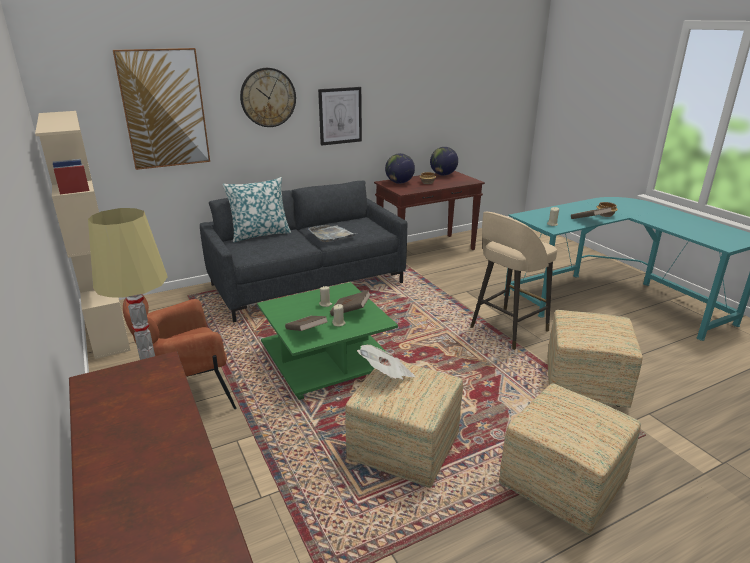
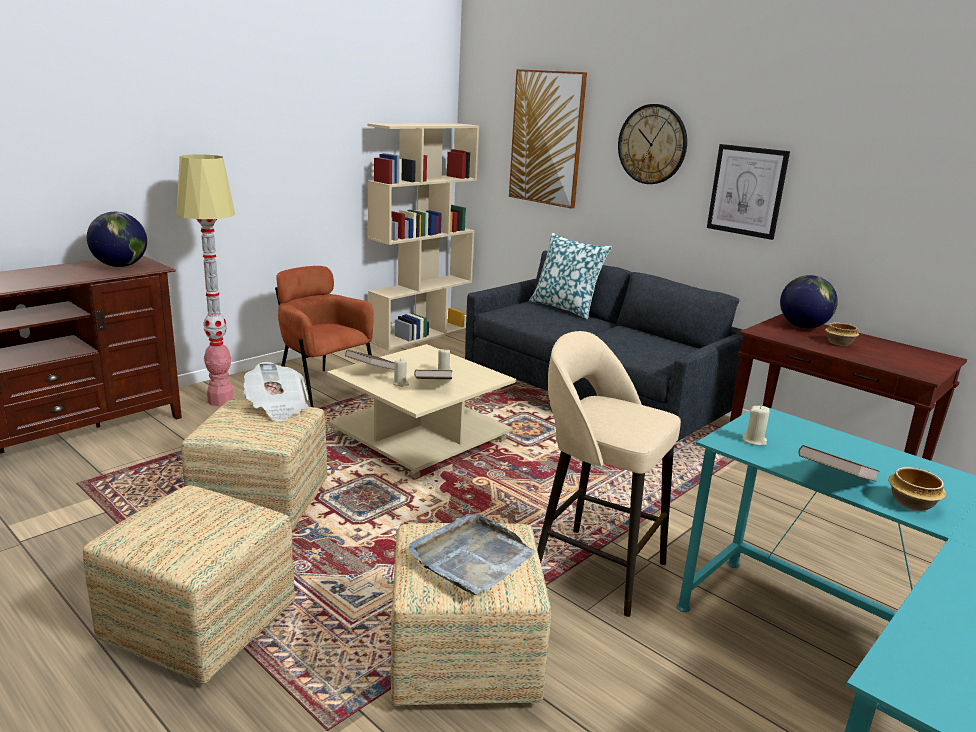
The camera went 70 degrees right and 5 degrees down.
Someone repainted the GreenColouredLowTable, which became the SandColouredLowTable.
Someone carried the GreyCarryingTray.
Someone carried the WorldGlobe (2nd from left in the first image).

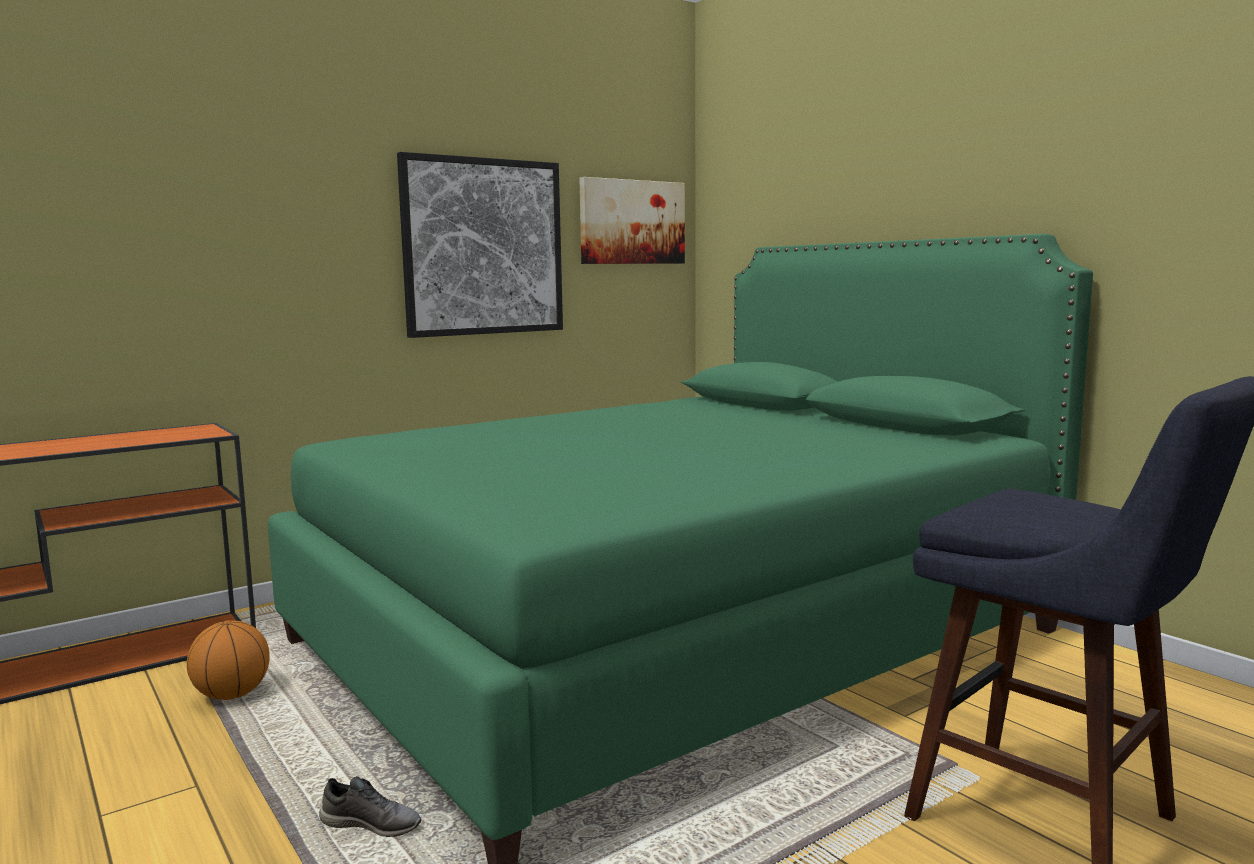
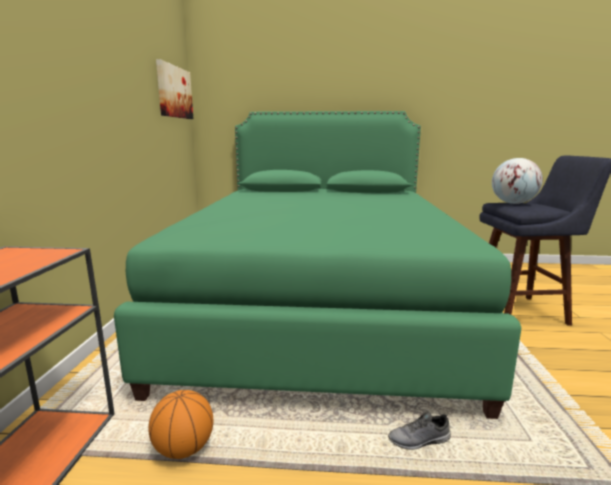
The camera went 50 degrees left and 5 degrees up.
Someone rotated the GreyShoe by 150 degrees counterclockwise.
Someone took away the WallArt (1st from left).
Someone put down the WorldGlobe.

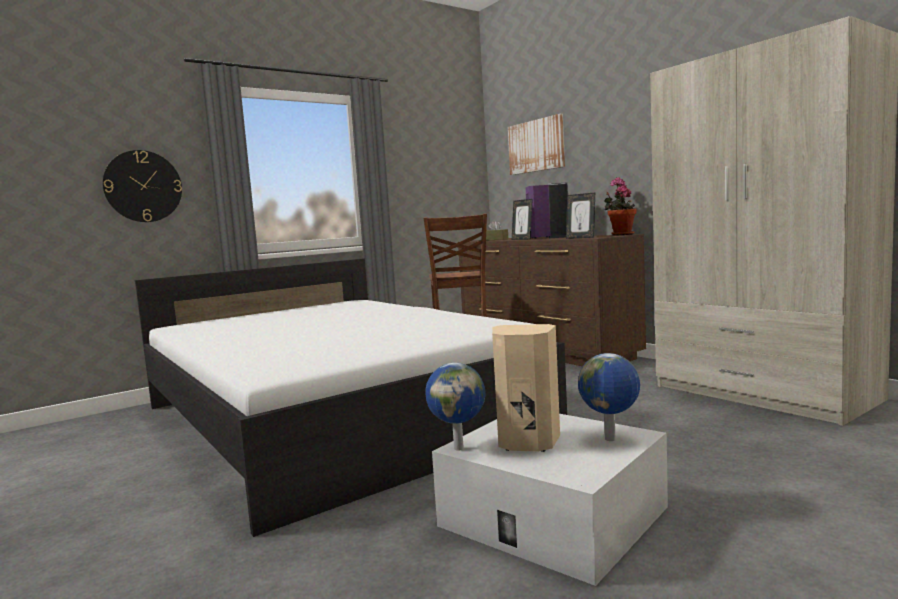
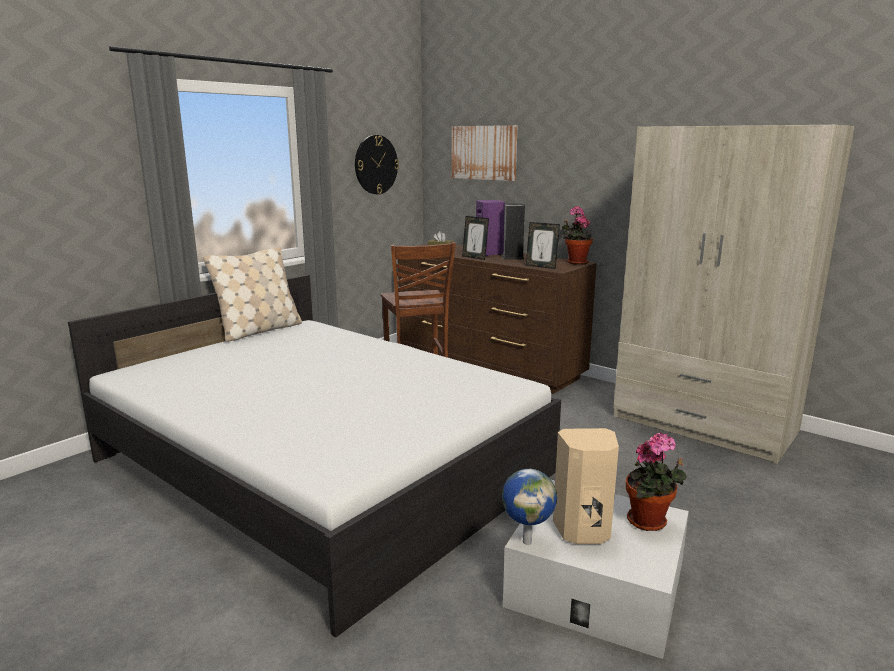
The camera went 15 degrees left and 10 degrees up.
Someone carried the ClockOnTheWall.
Someone swapped the WorldGlobe (2nd from left) for the Houseplant (2nd from left).
Someone put down the SandColouredCushion.

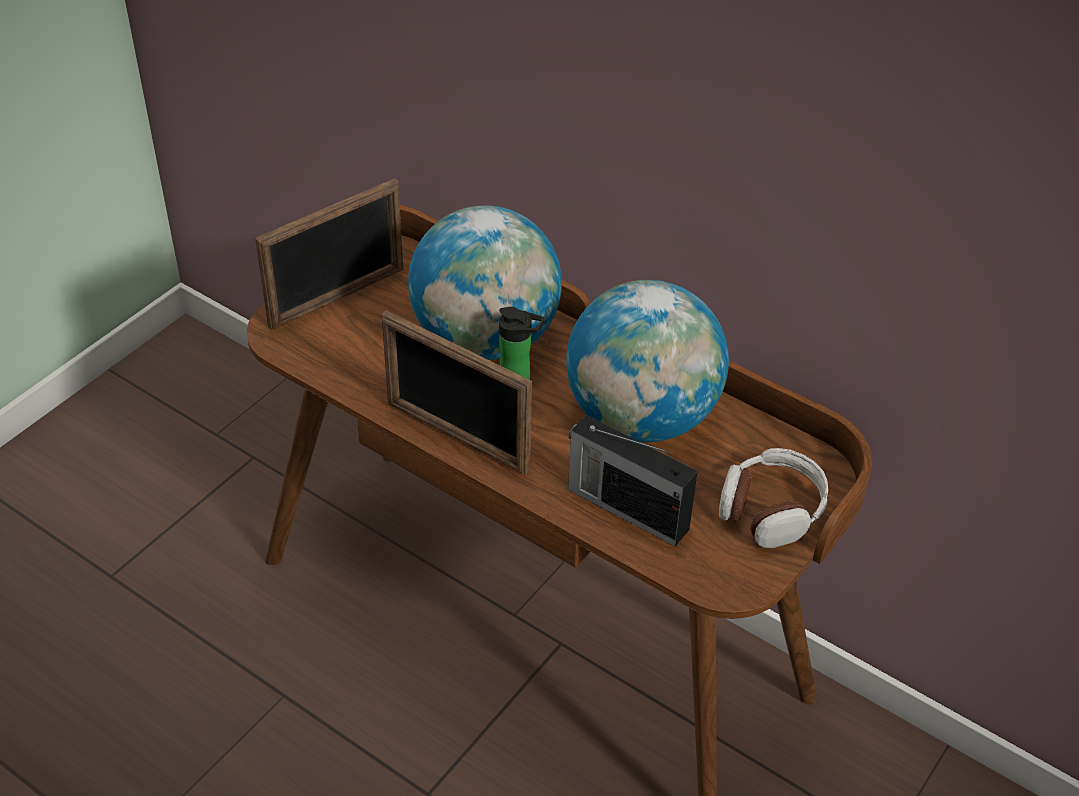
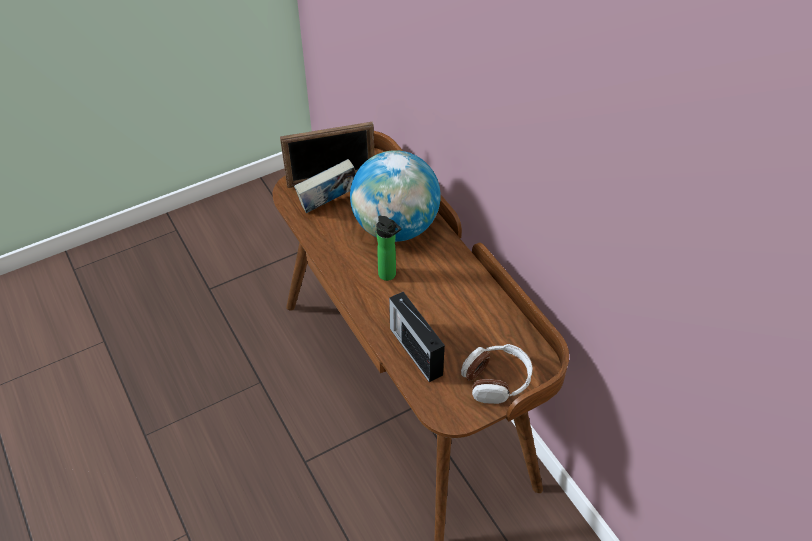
The camera went 25 degrees right and 5 degrees up.
Someone took away the PhotoFrame (2nd from left).
Someone took away the WorldGlobe (2nd from left).
Someone put down the BoundBook.

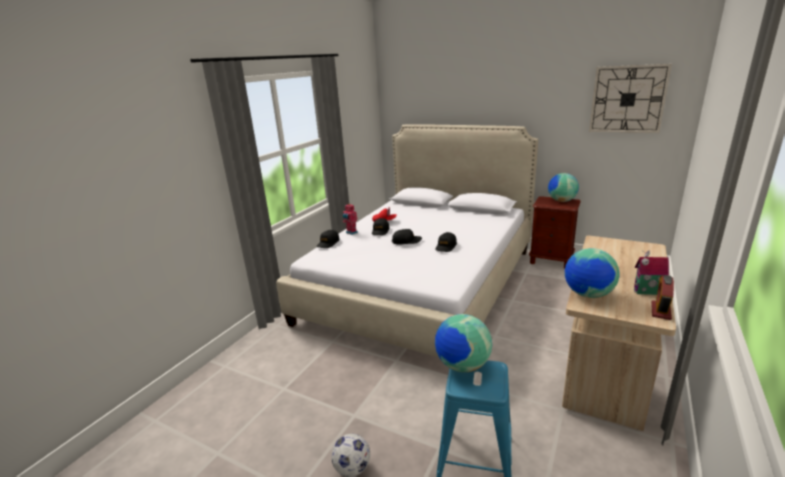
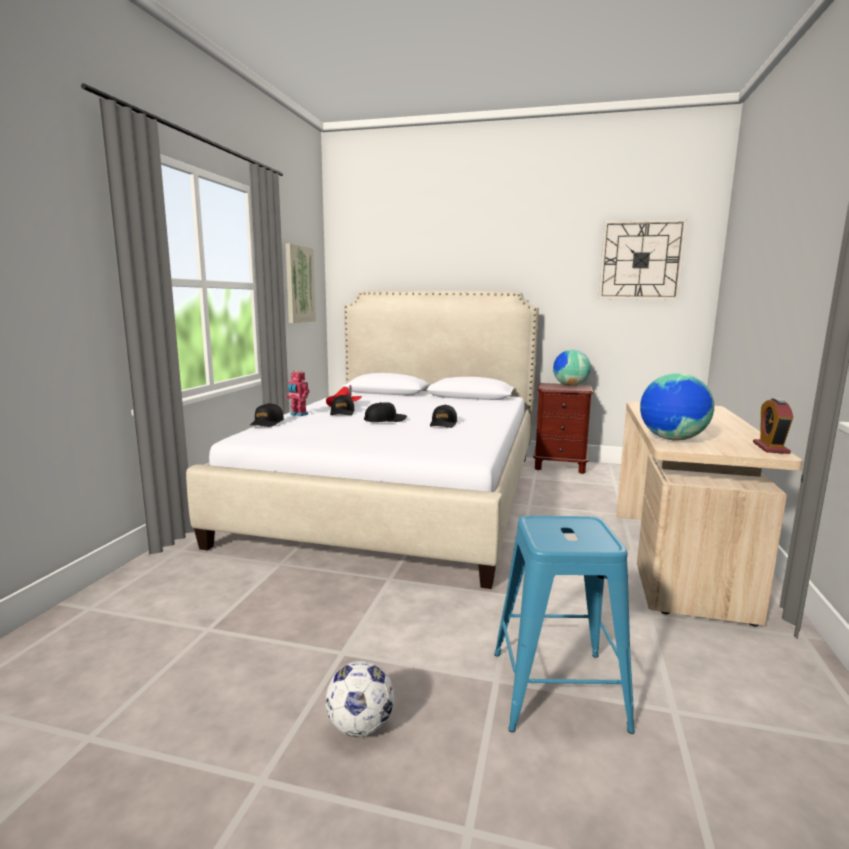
The camera went 15 degrees left and 10 degrees down.
Someone took away the WorldGlobe (1st from left).
Someone took away the ToyHouse.
Someone put up the WallArt.

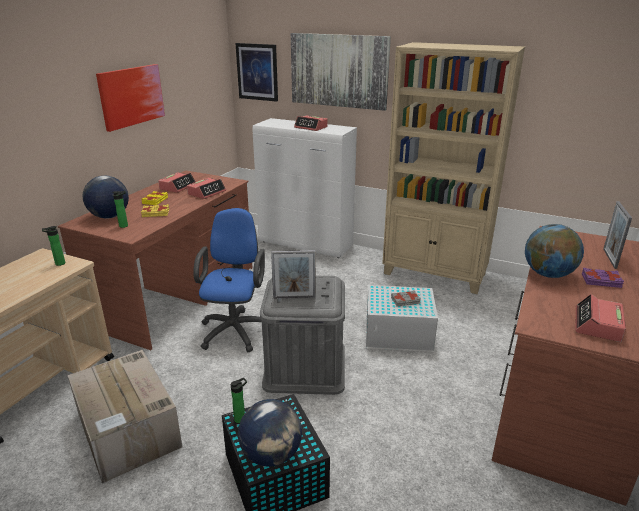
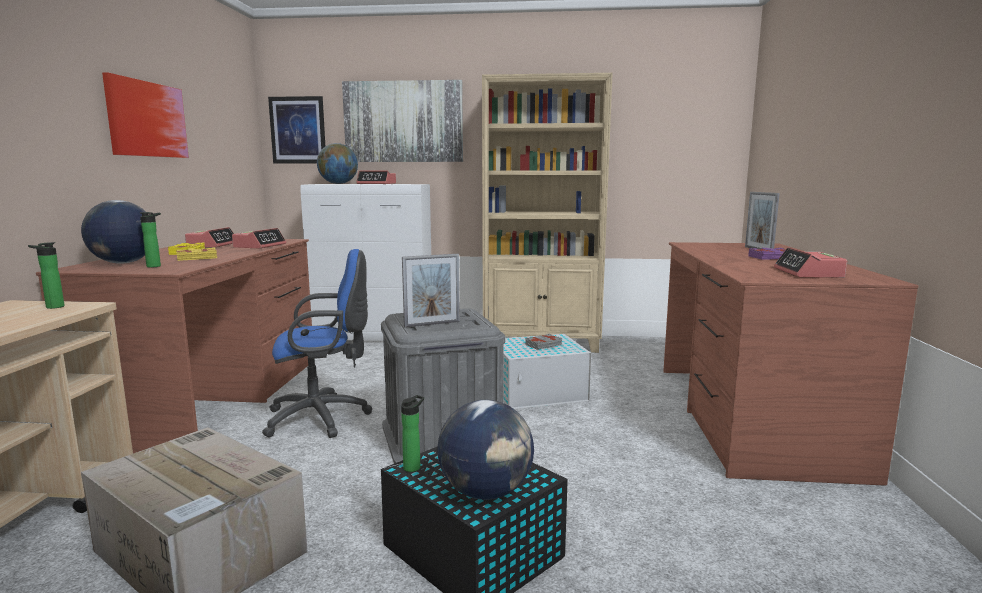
The camera went 20 degrees left and 15 degrees down.
Someone rotated the BlueColouredComputerChair by 90 degrees clockwise.
Someone carried the WorldGlobe (3rd from left in the first image).

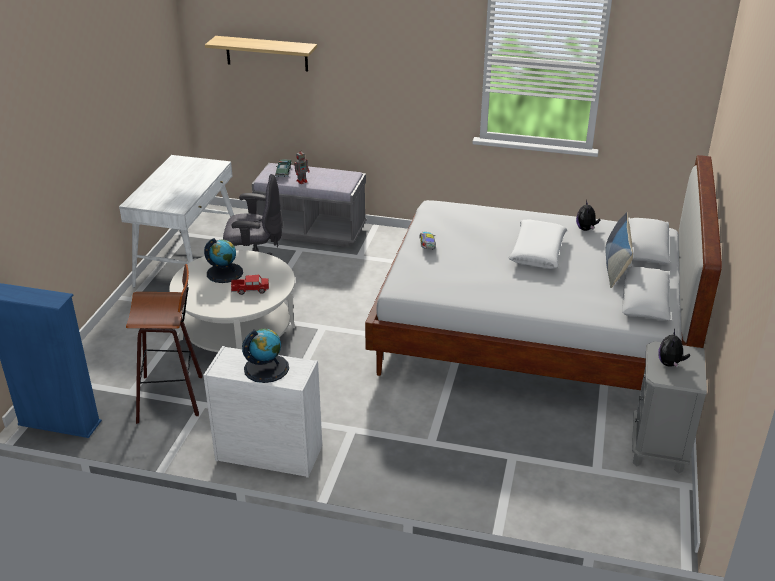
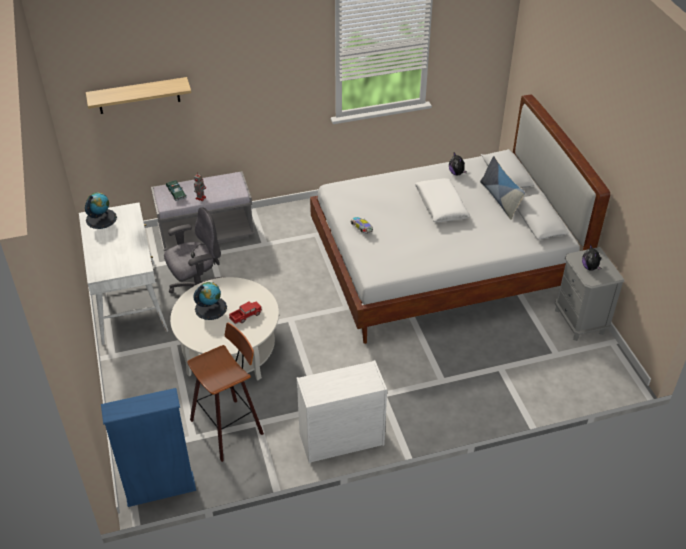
The camera went 30 degrees left and 10 degrees up.
Someone carried the WorldGlobe (2nd from left in the first image).

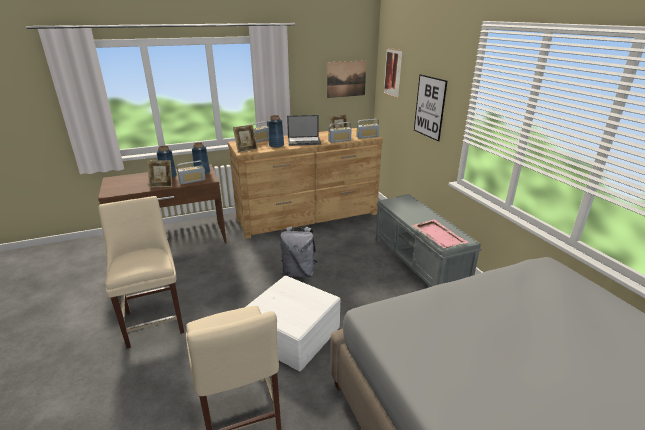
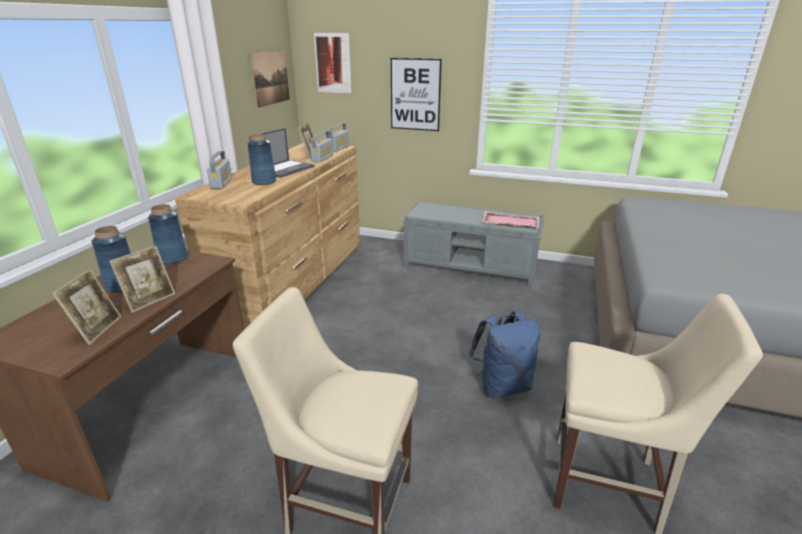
The camera went 50 degrees left and 0 degrees up.
Someone took away the RadioReceiver (1st from left).
Someone carried the PhotoFrame (2nd from left in the first image).
Someone swapped the WhiteColouredStorageBox for the BlueColouredKnapsack.
Someone took away the GreyKnapsack.

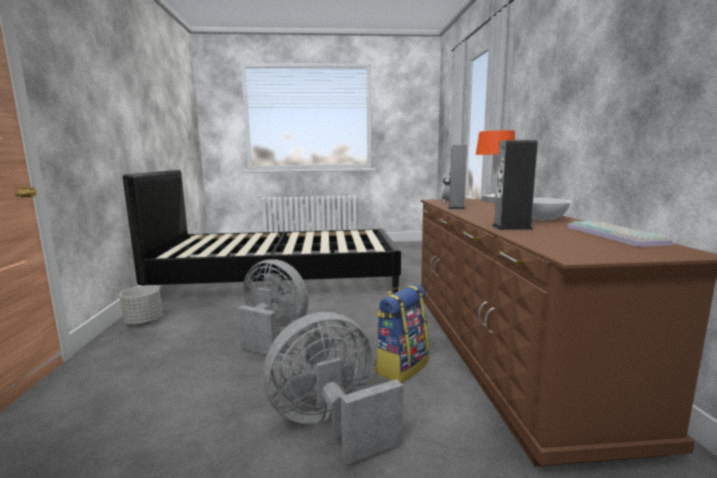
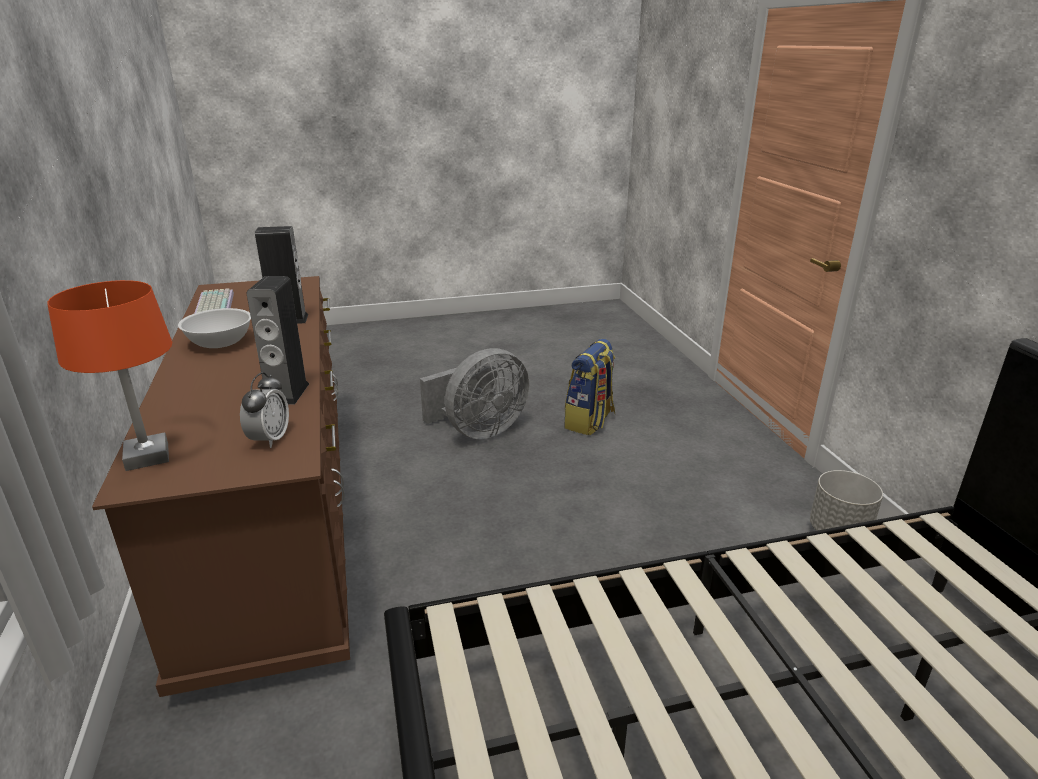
The camera went 170 degrees right and 15 degrees up.
Someone took away the GreyFan (1st from left).
Someone carried the Knapsack.

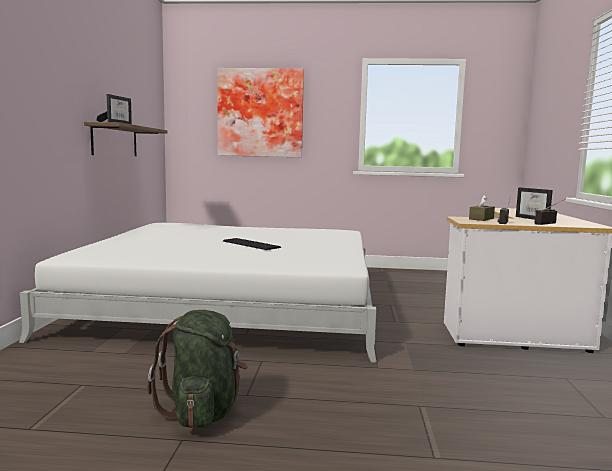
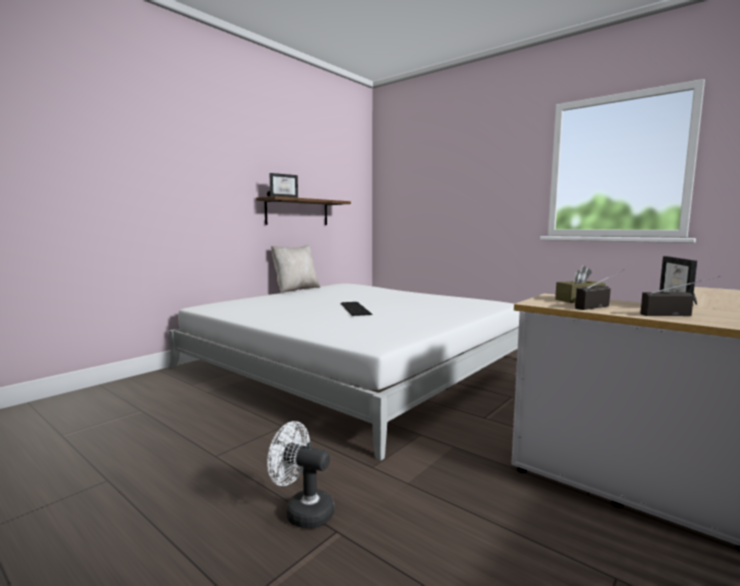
The camera went 35 degrees right and 0 degrees up.
Someone took away the GreenColouredKnapsack.
Someone took away the WallArt.
Someone put down the WhiteColouredFan.
Someone put down the SandColouredCushion.

